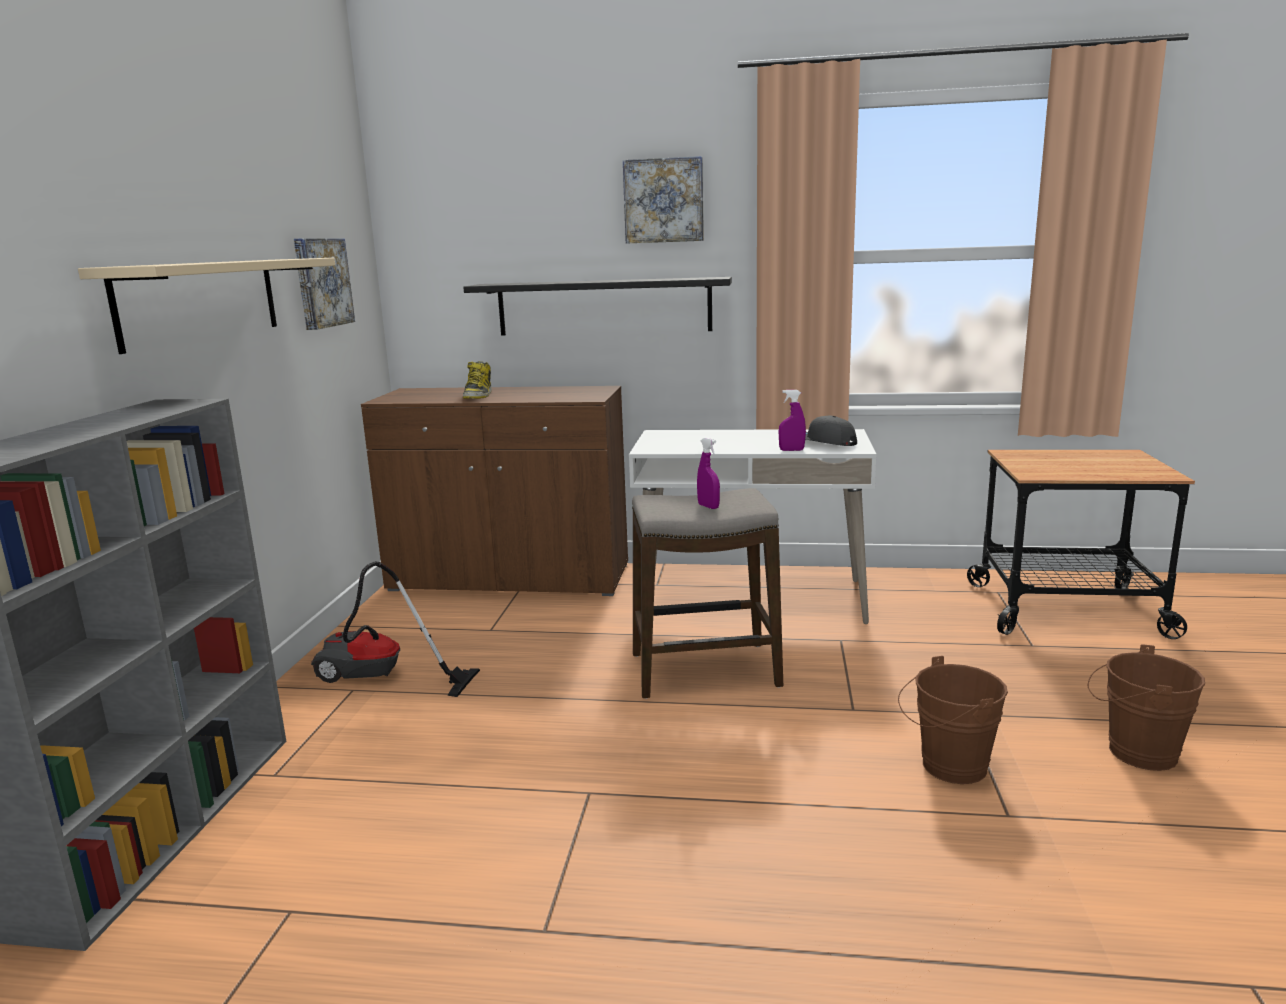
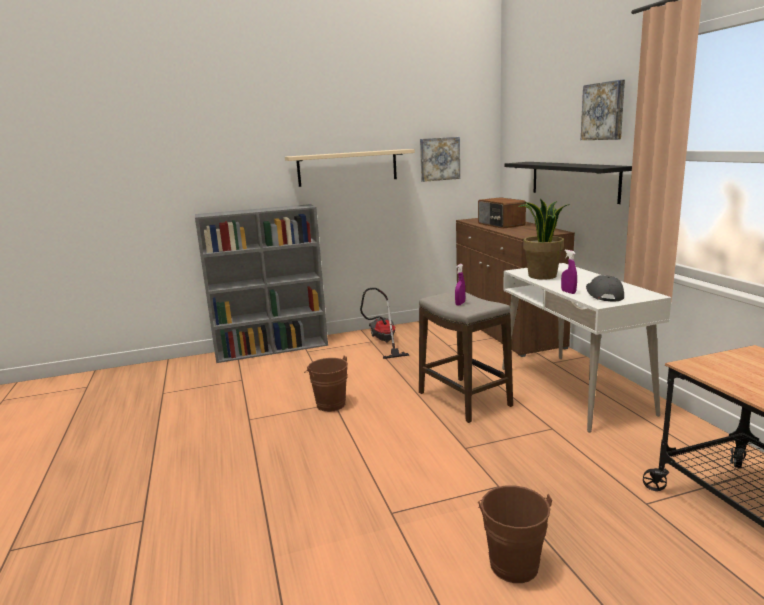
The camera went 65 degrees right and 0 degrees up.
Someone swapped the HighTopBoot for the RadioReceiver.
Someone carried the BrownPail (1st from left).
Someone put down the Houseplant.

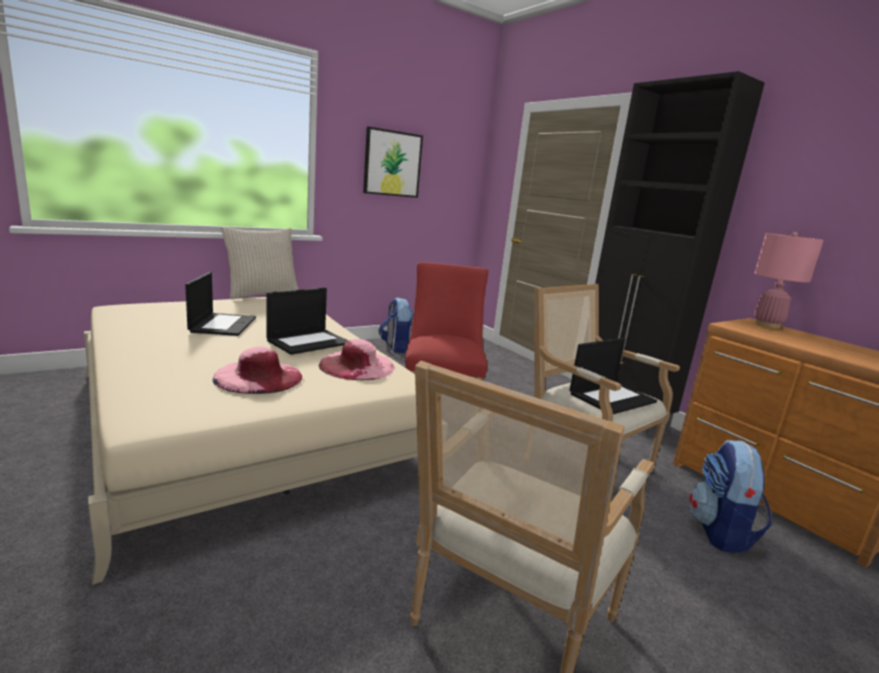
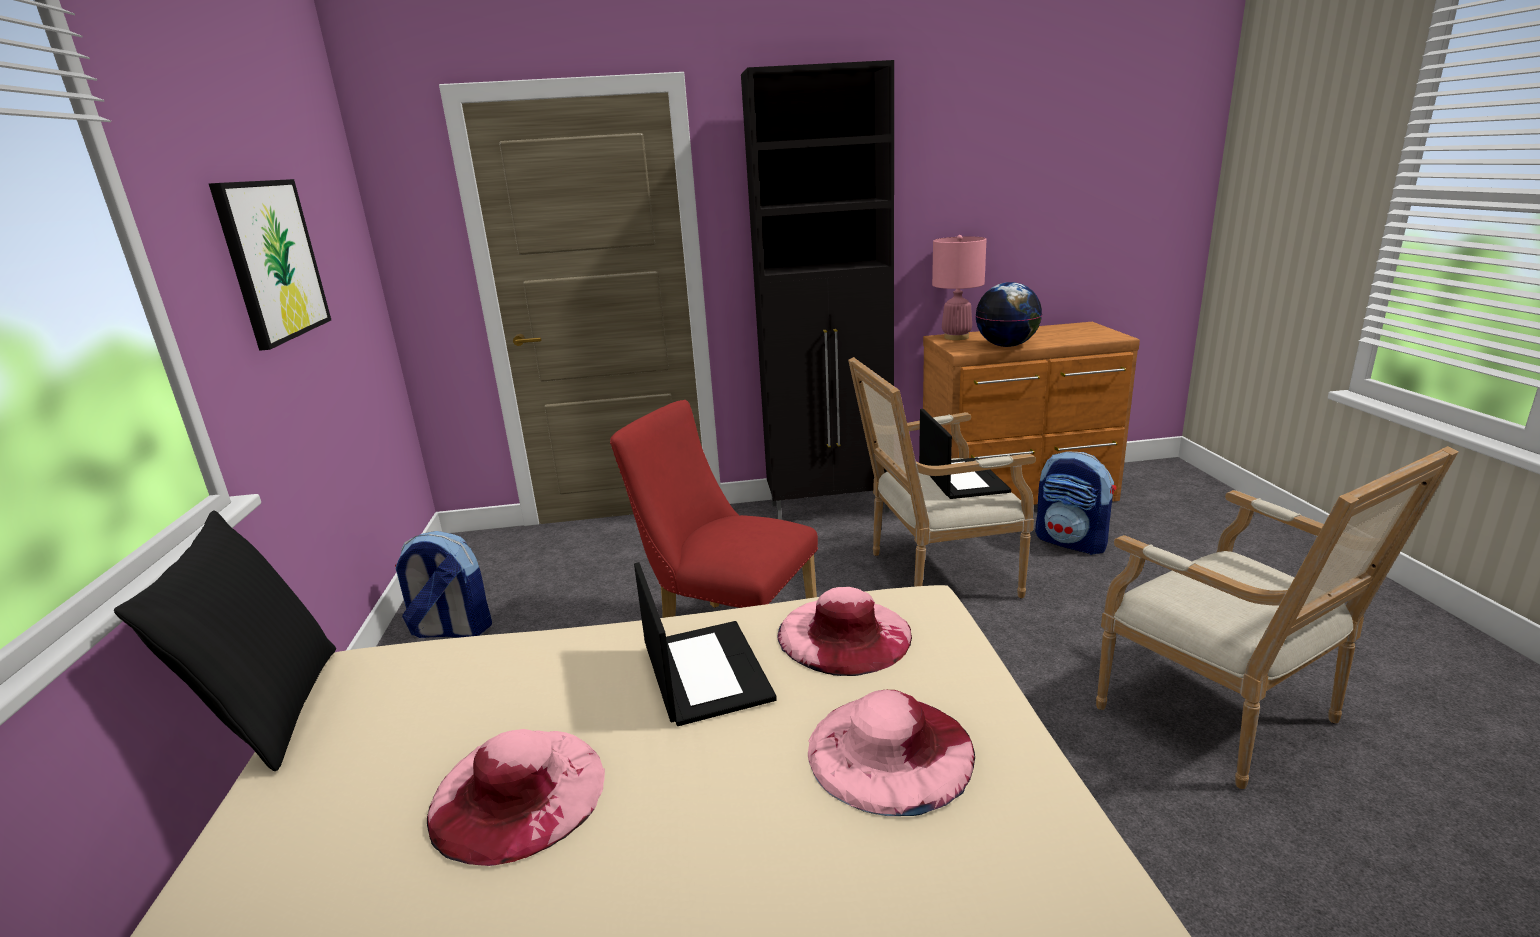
The camera went 60 degrees left and 5 degrees up.
Someone swapped the NotebookComputer (1st from left) for the PinkHat (1st from left).
Someone repainted the SandColouredCushion, which became the BlackCushion.
Someone put down the WorldGlobe.

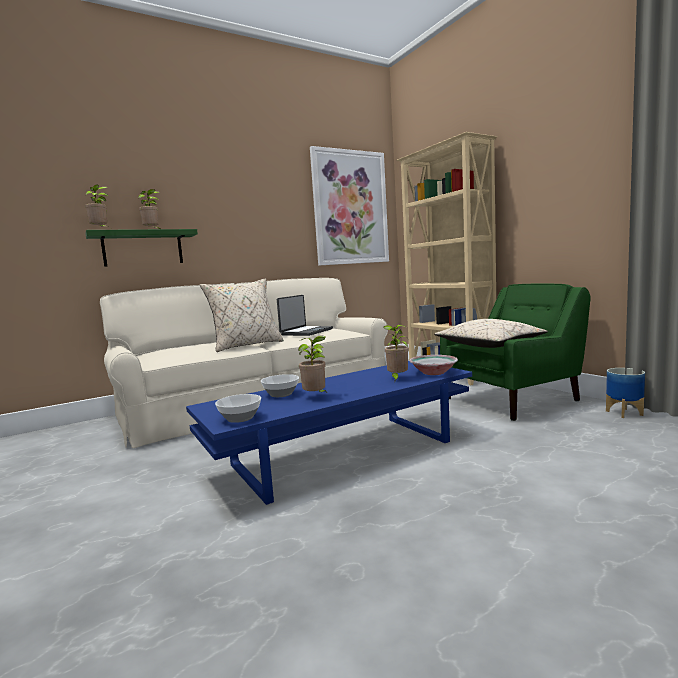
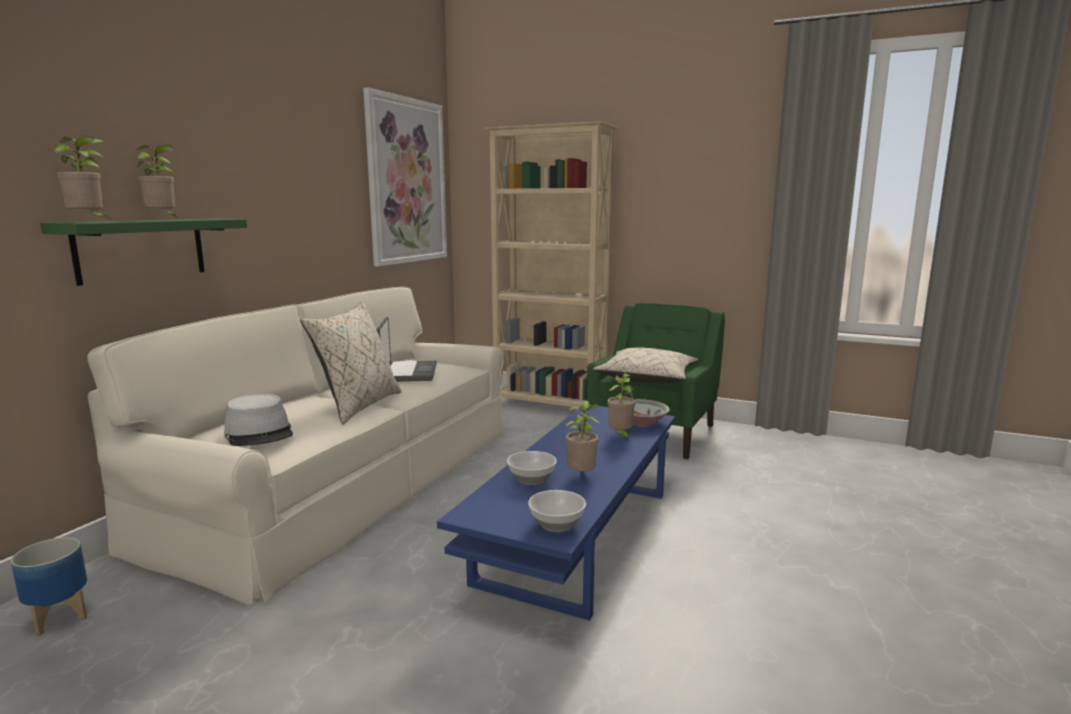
The camera went 35 degrees left and 5 degrees up.
Someone carried the FlowerPot.
Someone put down the GreyHat.

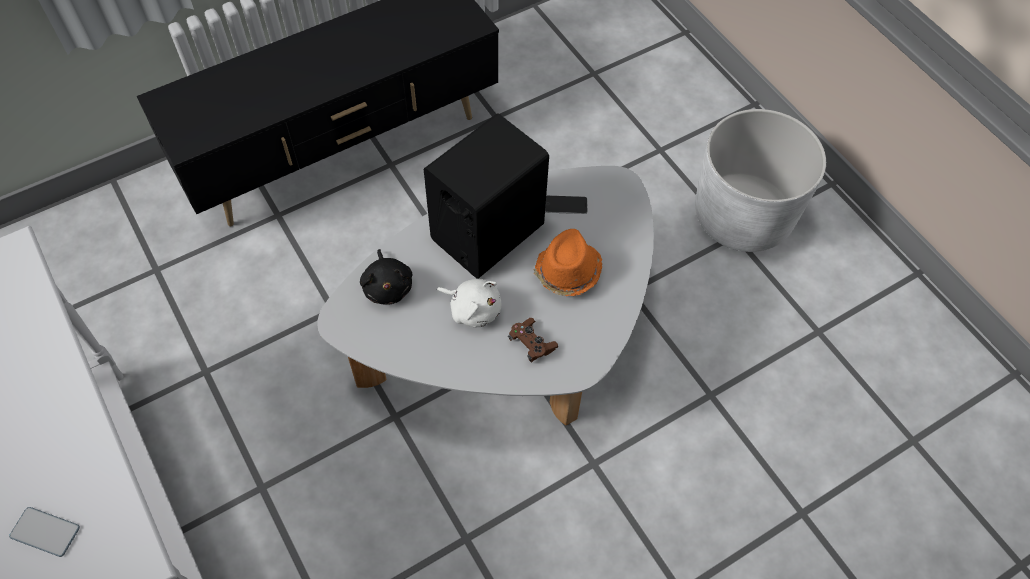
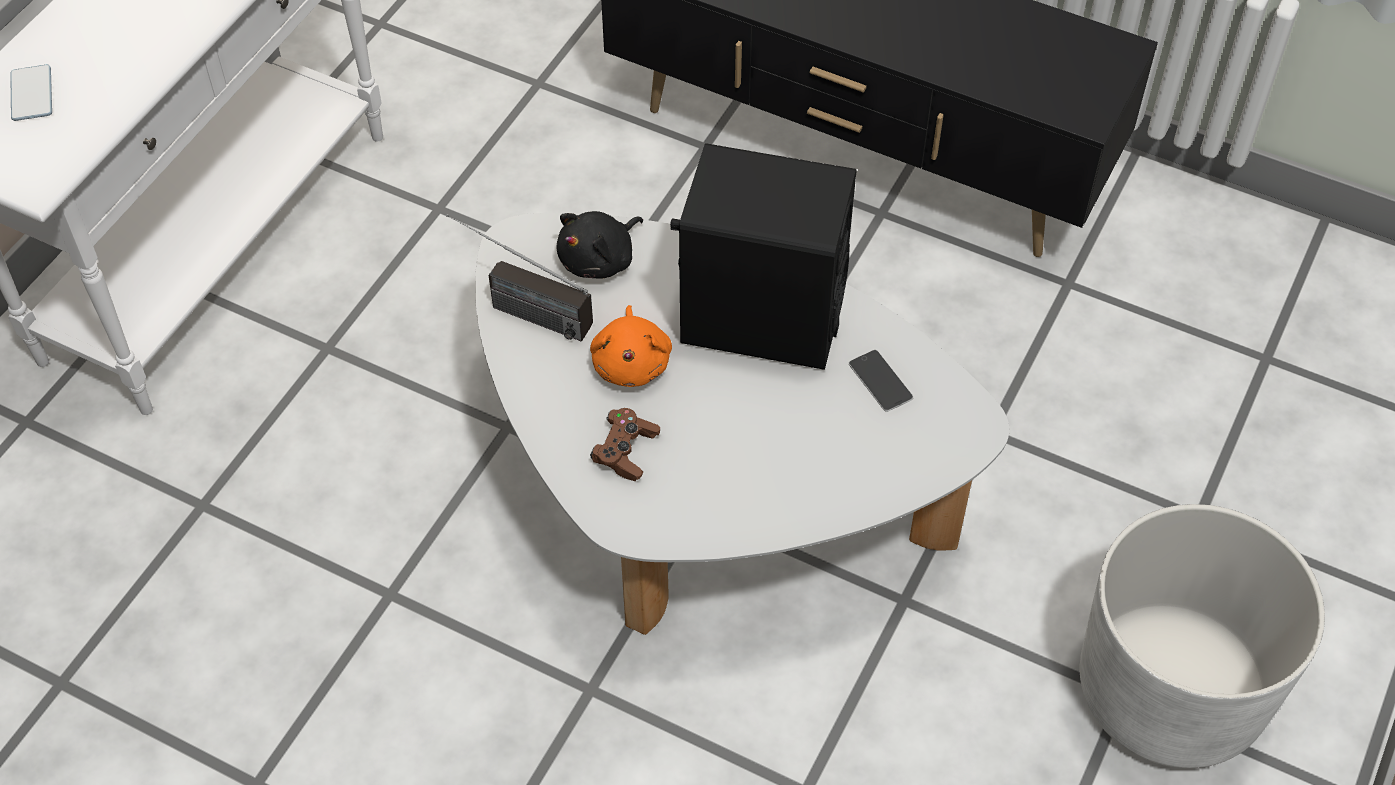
The camera went 60 degrees right and 5 degrees down.
Someone repainted the WhiteColouredCuddlyToy, which became the OrangeColouredCuddlyToy.
Someone took away the OrangeColouredHat.
Someone put down the RadioReceiver.

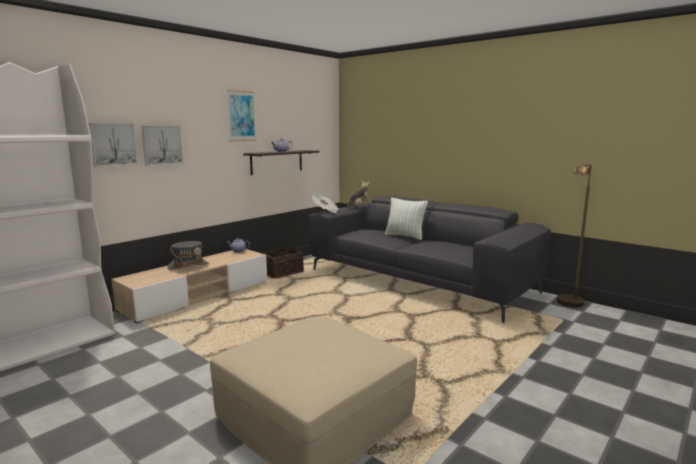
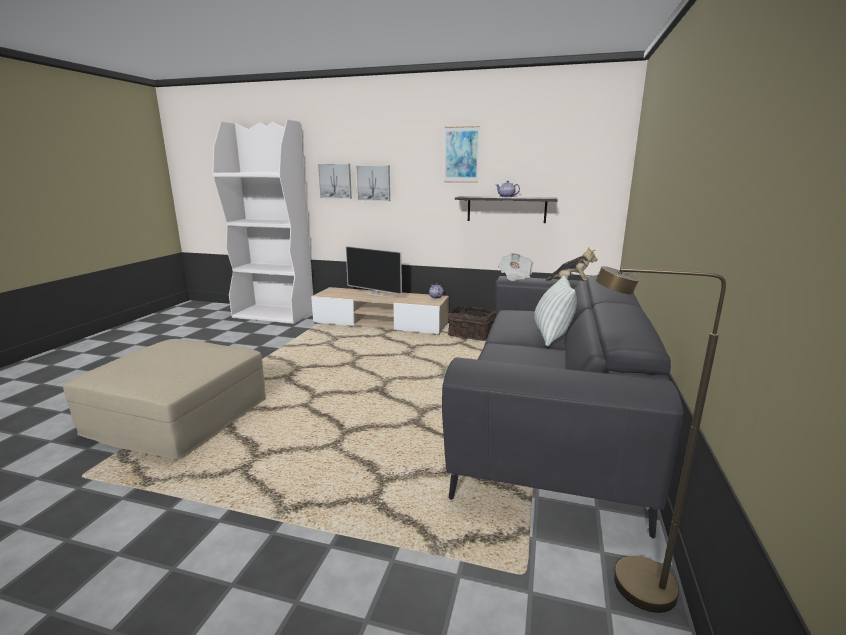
The camera went 65 degrees right and 5 degrees up.
Someone swapped the GreyHat for the TvSet.

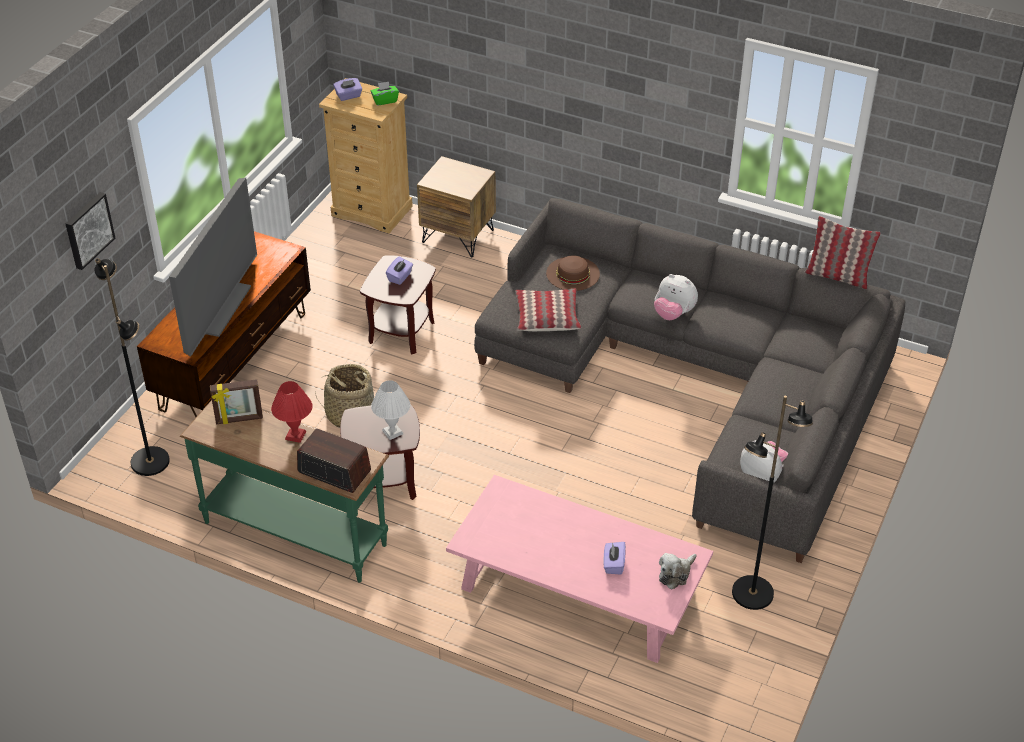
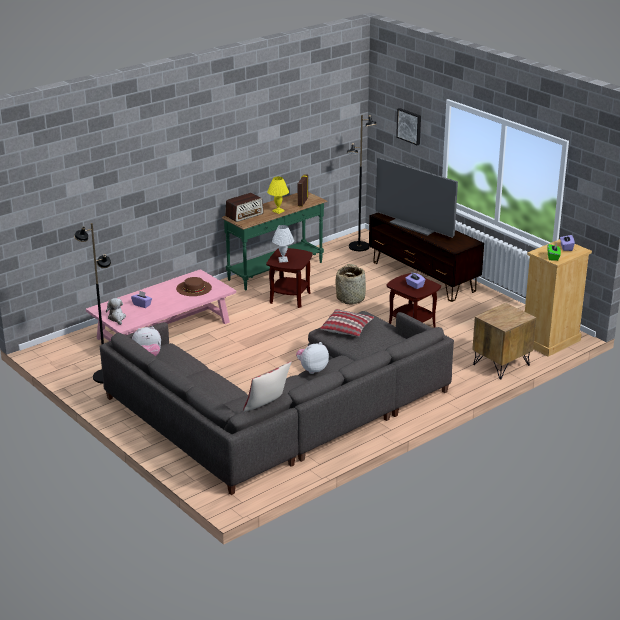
The camera went 115 degrees right and 15 degrees down.
Someone repainted the RedTableLamp, which became the YellowColouredTableLamp.
Someone carried the BrownHat.

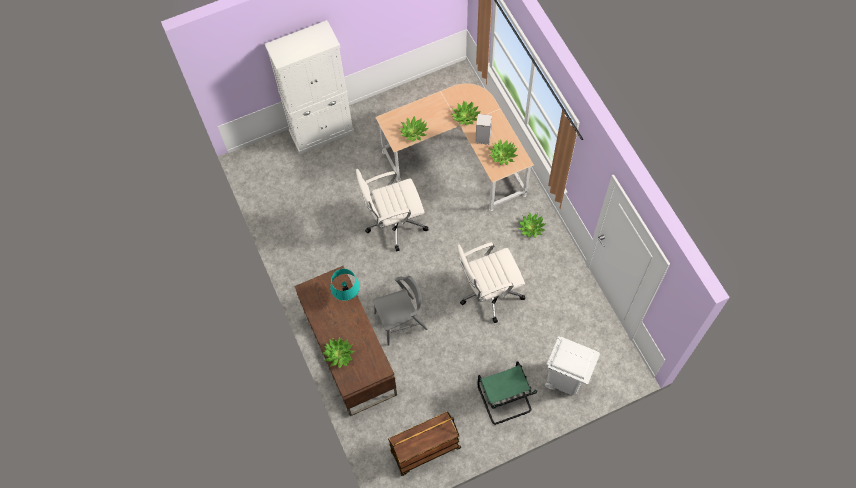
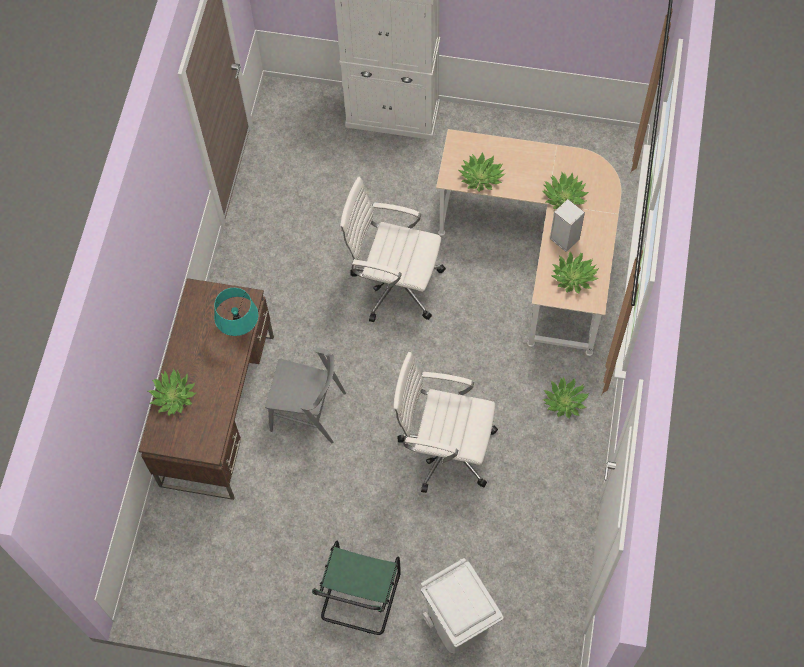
The camera went 35 degrees right and 0 degrees up.
Someone took away the BrownCart.

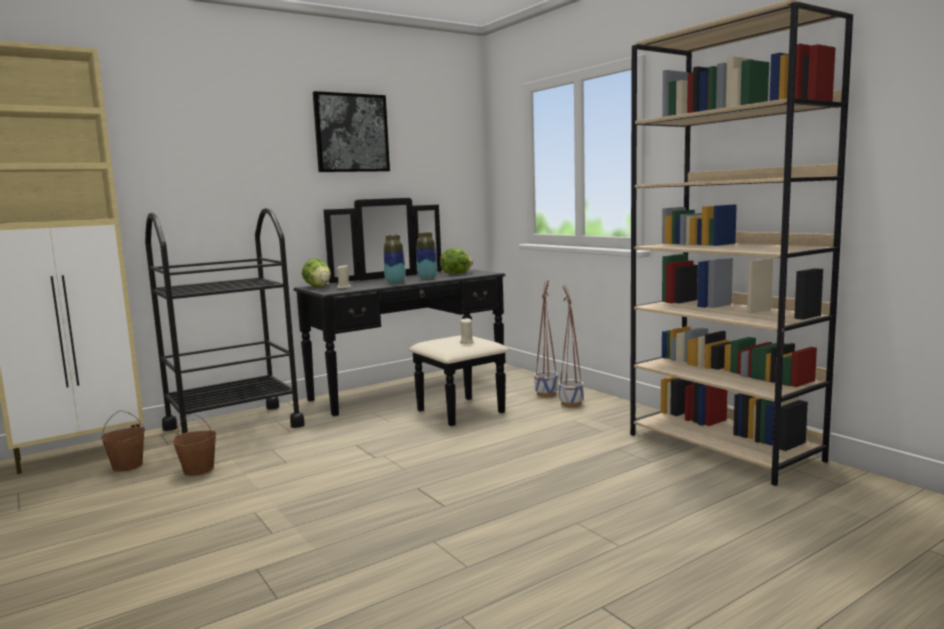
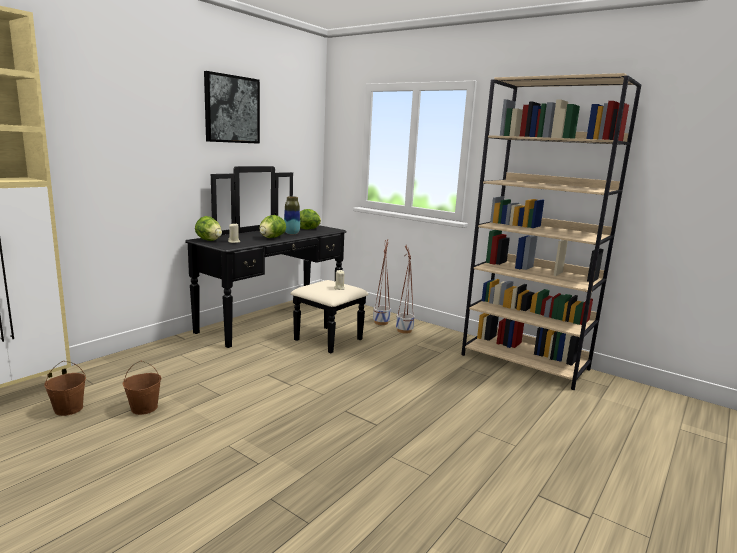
The camera went 20 degrees left and 5 degrees up.
Someone took away the BlackCart.
Someone swapped the DecorativeVase (1st from left) for the HeadOfLettuce (2nd from left).

